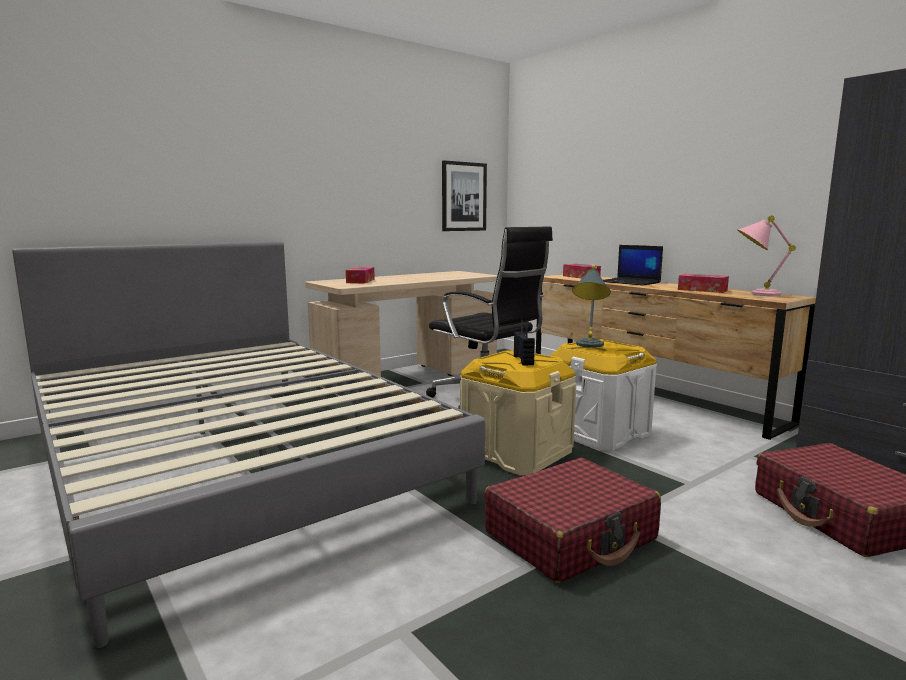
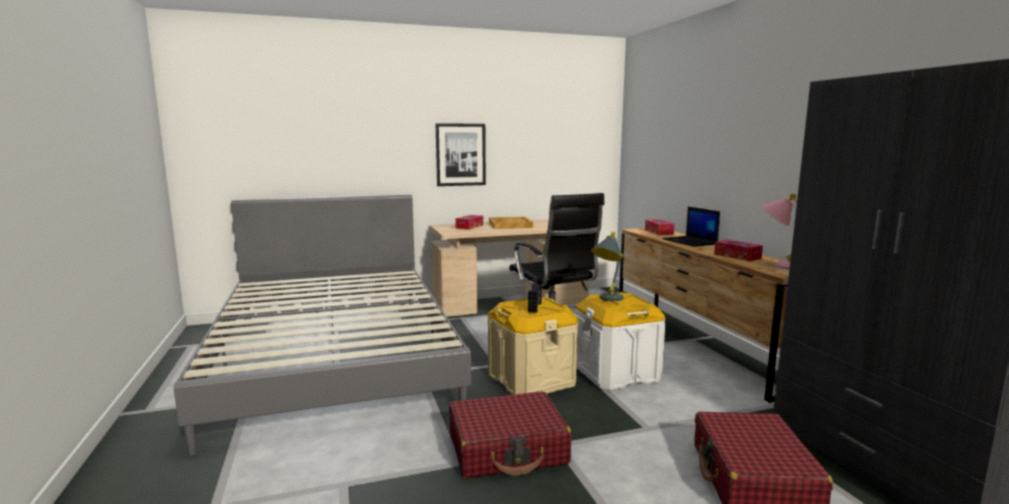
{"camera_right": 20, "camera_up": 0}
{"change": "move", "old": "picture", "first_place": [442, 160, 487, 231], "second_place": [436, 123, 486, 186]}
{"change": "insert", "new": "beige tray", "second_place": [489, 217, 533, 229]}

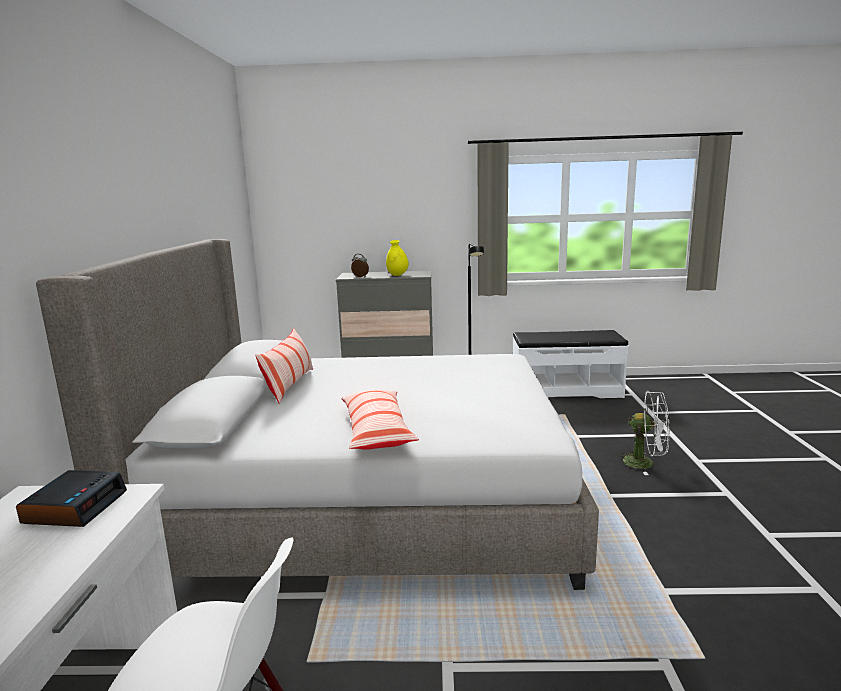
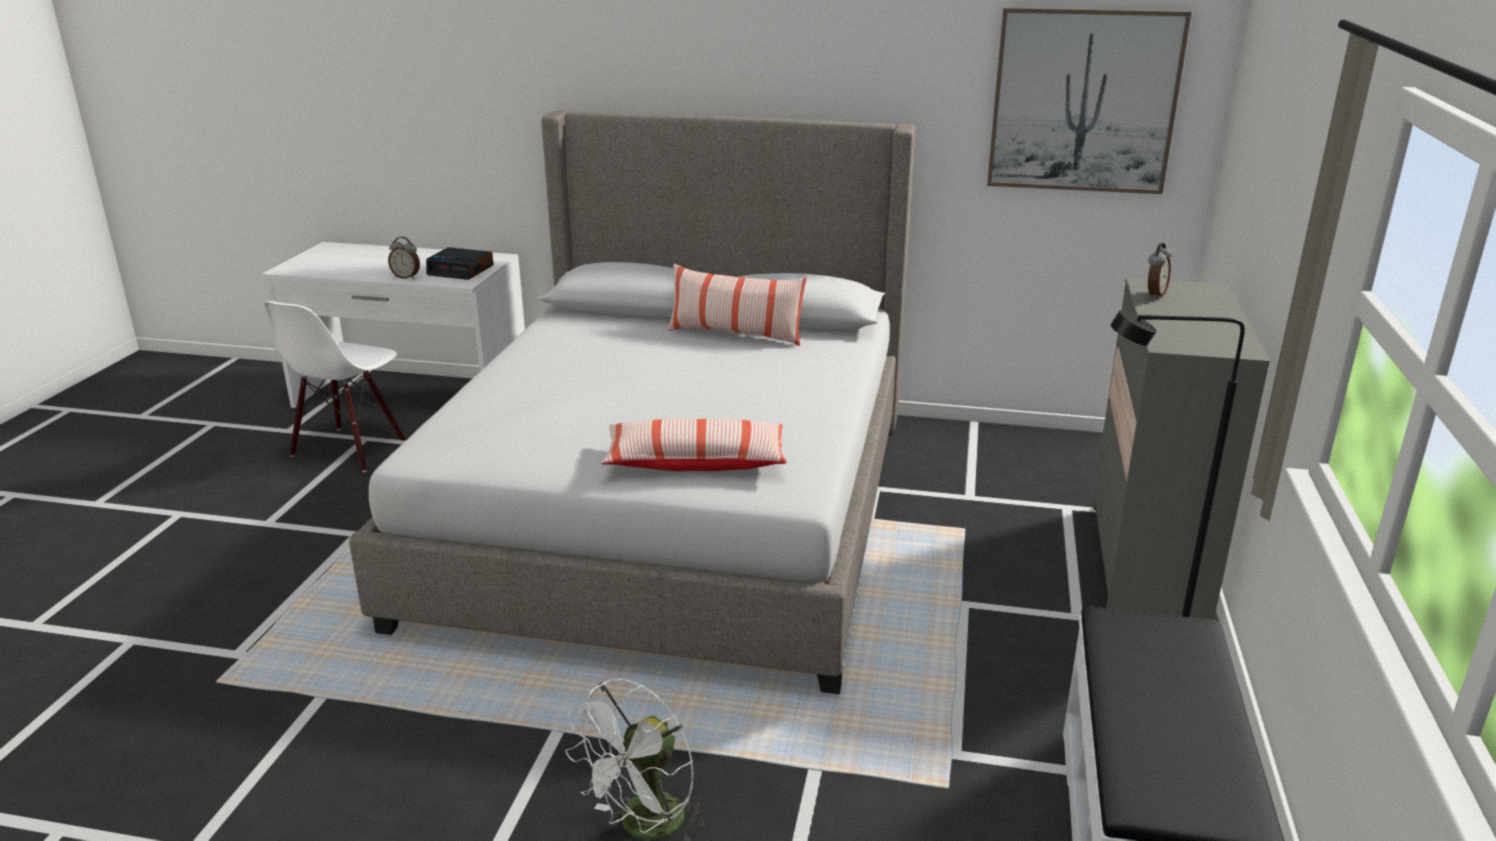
{"camera_right": 100, "camera_up": 10}
{"change": "delete", "old": "yellow vase", "first_place": [386, 240, 409, 276]}
{"change": "move", "old": "pillow", "first_place": [341, 390, 419, 450], "second_place": [601, 419, 787, 471]}
{"change": "insert", "new": "picture", "second_place": [987, 7, 1192, 194]}
{"change": "insert", "new": "alarm clock", "second_place": [388, 237, 420, 279]}

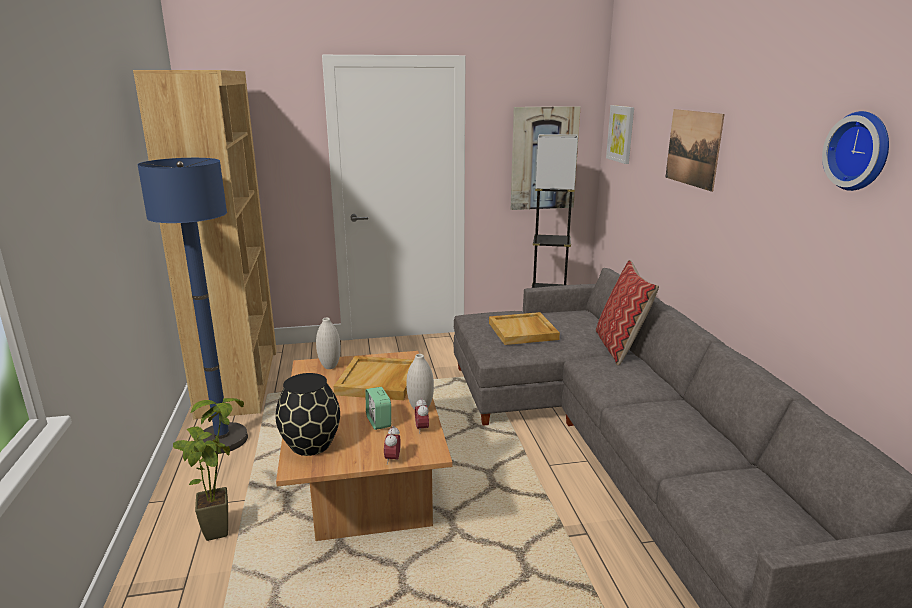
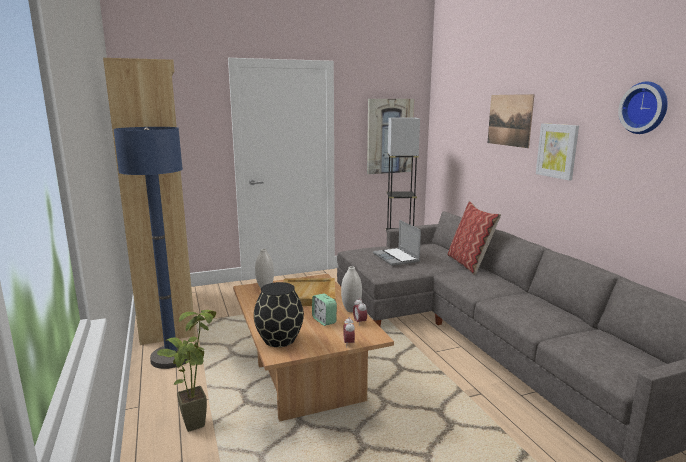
{"camera_right": -10, "camera_up": -5}
{"change": "move", "old": "picture", "first_place": [606, 105, 634, 164], "second_place": [536, 123, 579, 181]}
{"change": "replace", "old": "beige tray", "new": "laptop", "first_place": [489, 312, 560, 345], "second_place": [373, 220, 421, 266]}

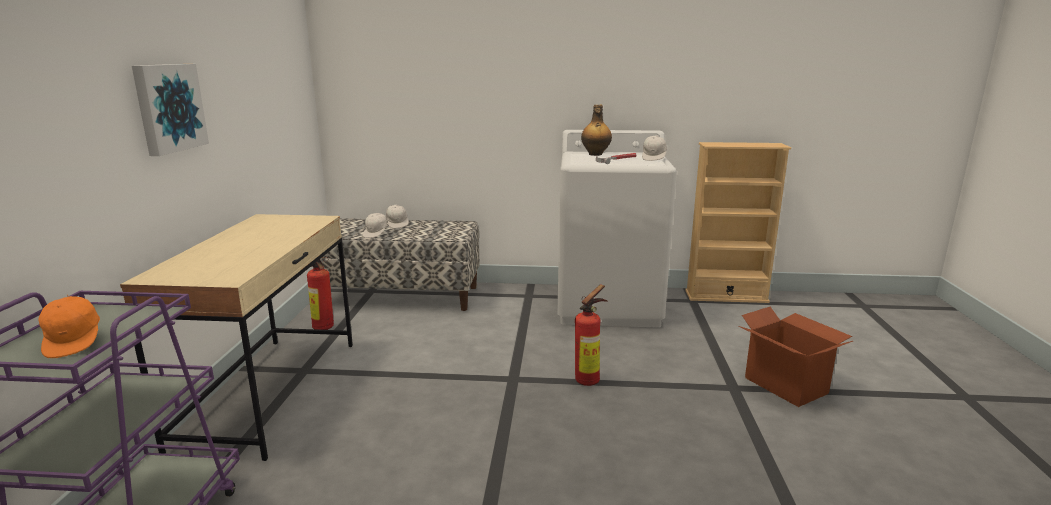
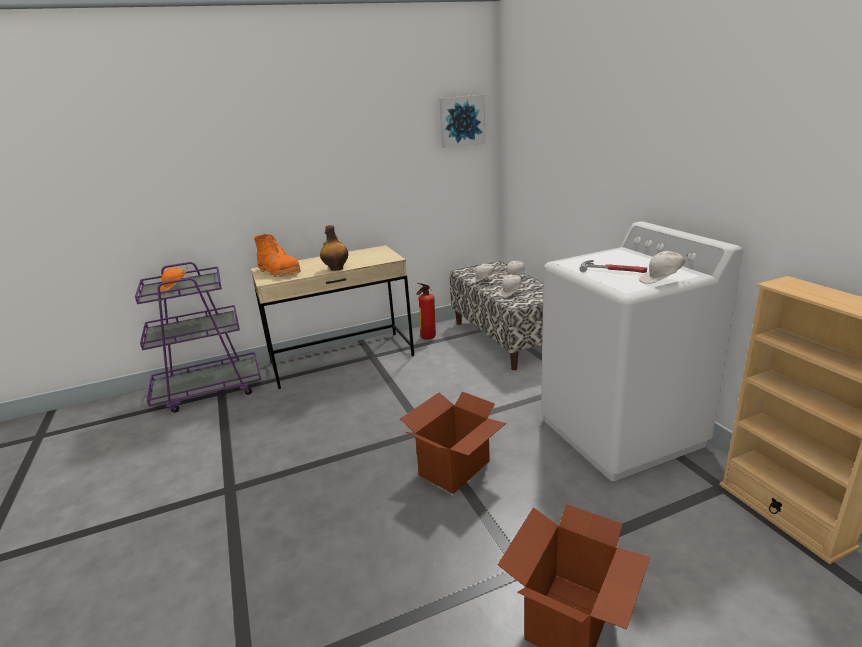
{"camera_right": 65, "camera_up": 5}
{"change": "move", "old": "picture", "first_place": [132, 64, 209, 156], "second_place": [439, 95, 485, 148]}
{"change": "move", "old": "bottle", "first_place": [581, 105, 612, 156], "second_place": [320, 225, 348, 271]}
{"change": "replace", "old": "fire extinguisher", "new": "cardboard box", "first_place": [575, 284, 608, 386], "second_place": [400, 392, 506, 494]}
{"change": "insert", "new": "orange boot", "second_place": [254, 234, 301, 277]}
{"change": "insert", "new": "white cap", "second_place": [498, 275, 522, 297]}

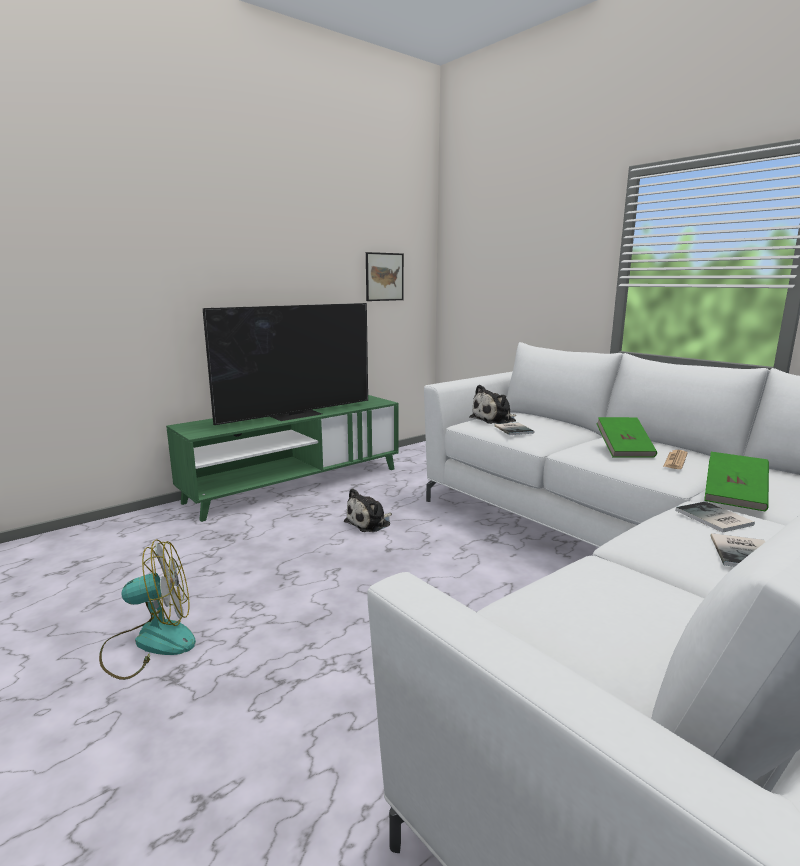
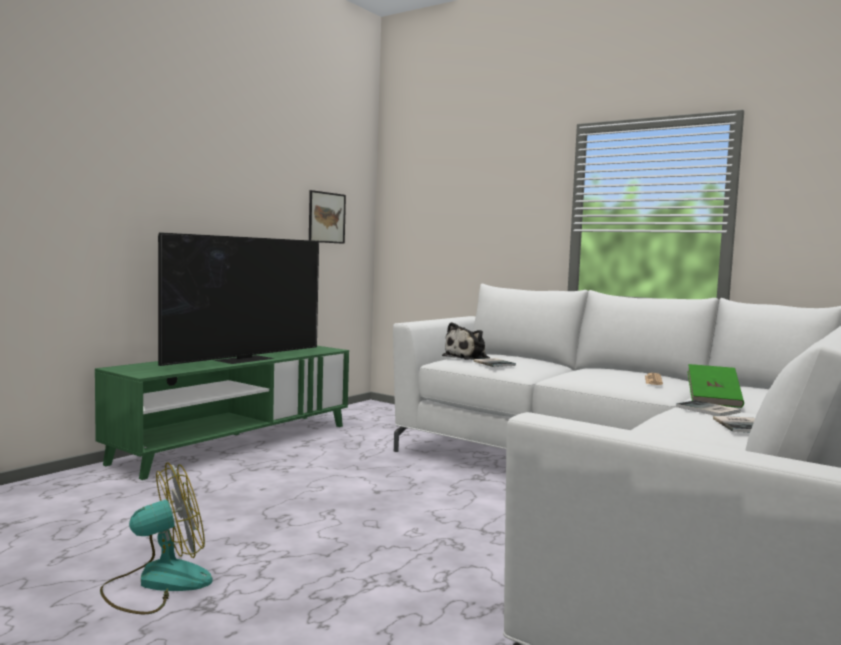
{"camera_right": -15, "camera_up": -10}
{"change": "delete", "old": "green book", "first_place": [596, 417, 657, 458]}
{"change": "delete", "old": "plush toy", "first_place": [344, 488, 392, 532]}

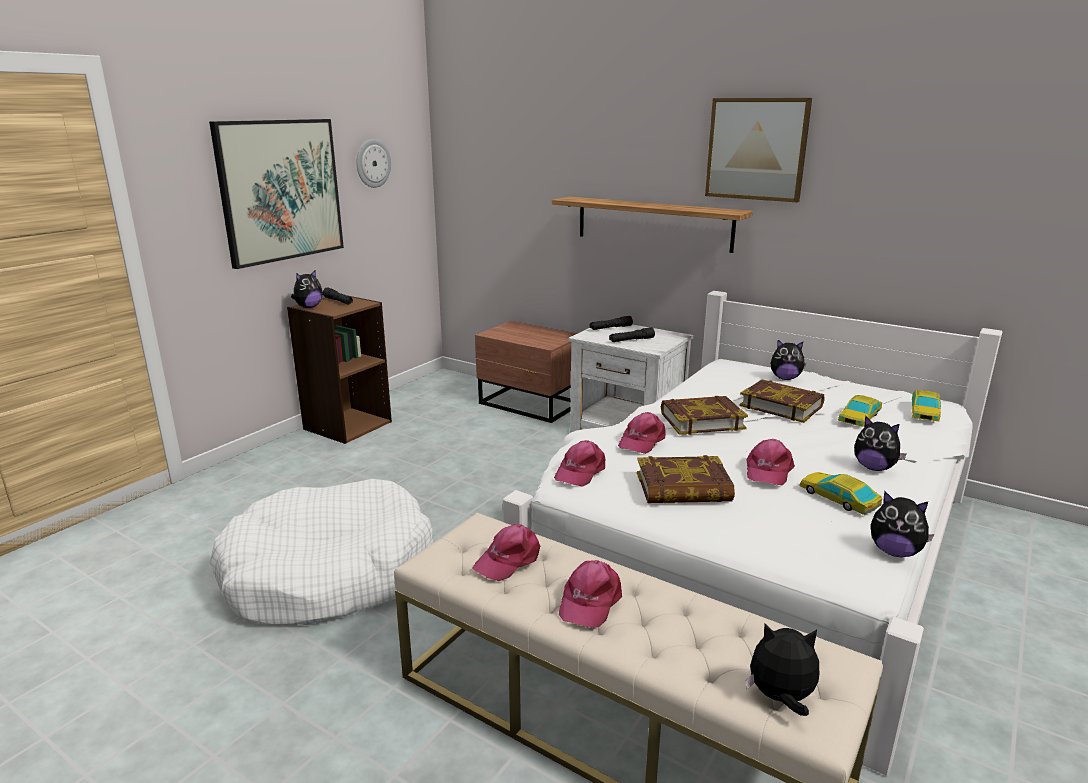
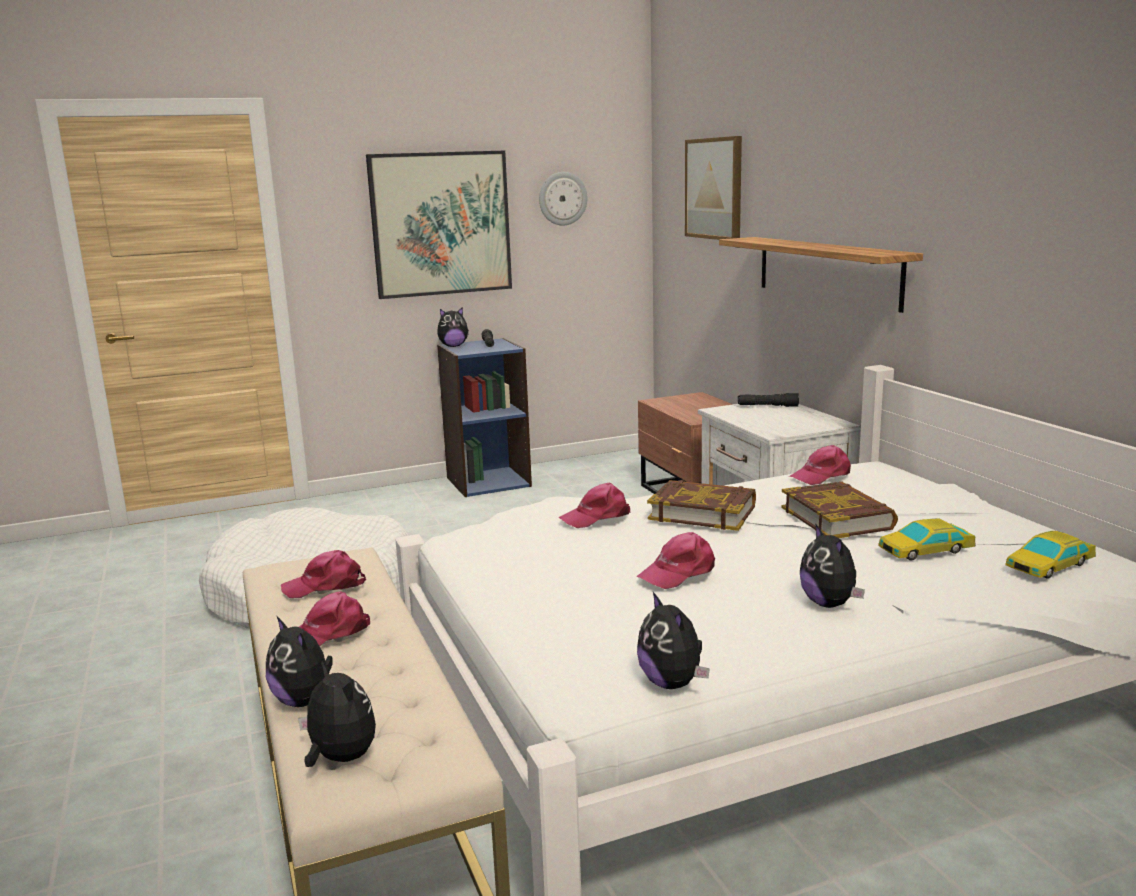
{"camera_right": 35, "camera_up": -5}
{"change": "move", "old": "picture", "first_place": [705, 98, 812, 202], "second_place": [685, 136, 742, 240]}
{"change": "recolor", "old": "brown bookcase", "new": "blue bookcase", "first_place": [287, 295, 392, 444], "second_place": [437, 338, 532, 497]}
{"change": "delete", "old": "black flashlight", "first_place": [609, 327, 655, 342]}
{"change": "move", "old": "plush toy", "first_place": [771, 340, 806, 380], "second_place": [266, 617, 333, 707]}
{"change": "move", "old": "pink cap", "first_place": [554, 440, 605, 487], "second_place": [789, 445, 851, 485]}
{"change": "delete", "old": "book", "first_place": [637, 455, 735, 503]}
{"change": "delete", "old": "toy car", "first_place": [799, 472, 882, 515]}

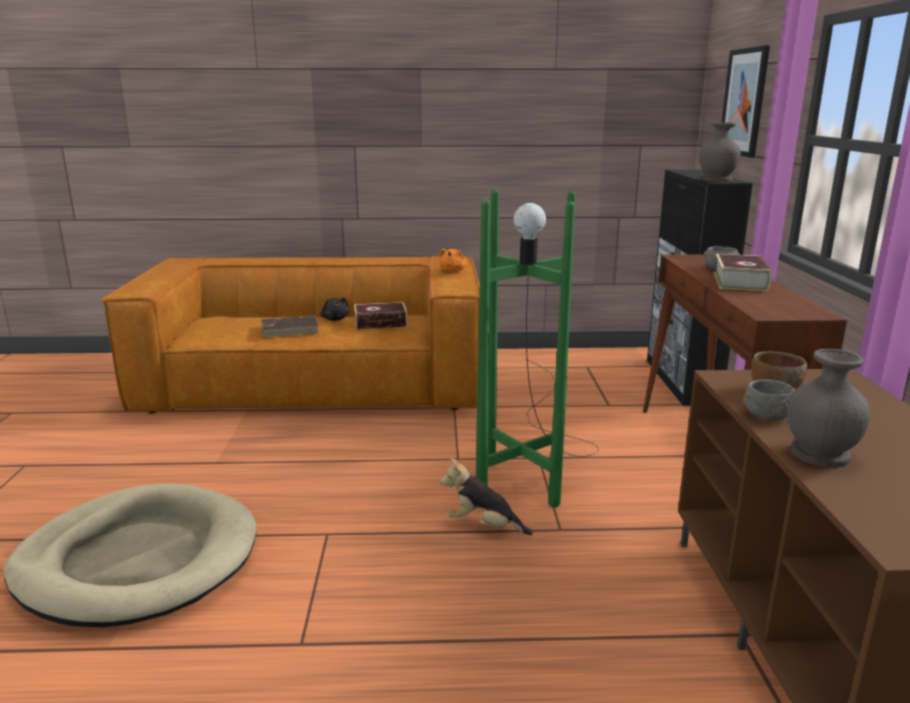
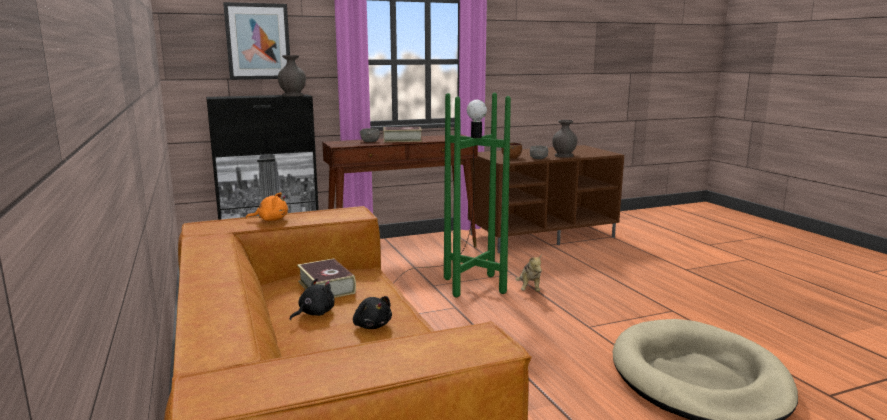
{"camera_right": -110, "camera_up": -5}
{"change": "replace", "old": "brown book", "new": "black plush toy", "first_place": [261, 315, 319, 338], "second_place": [353, 296, 392, 329]}

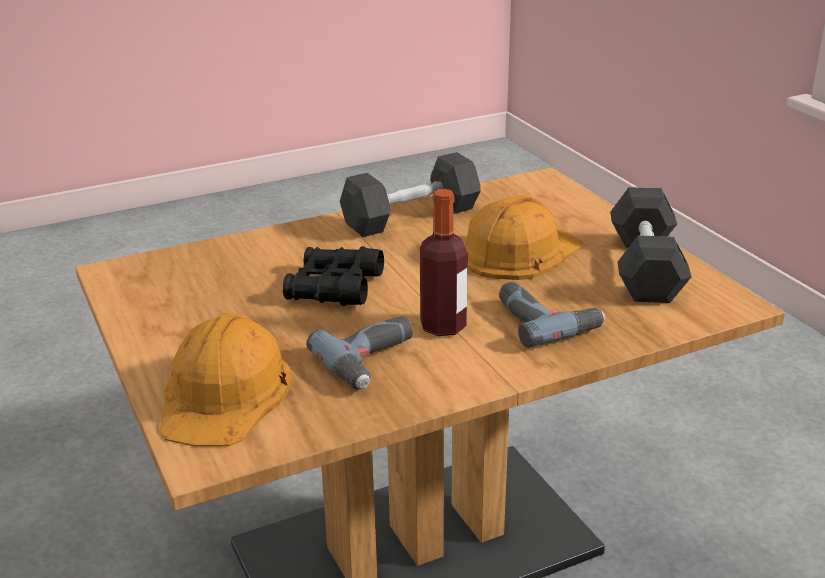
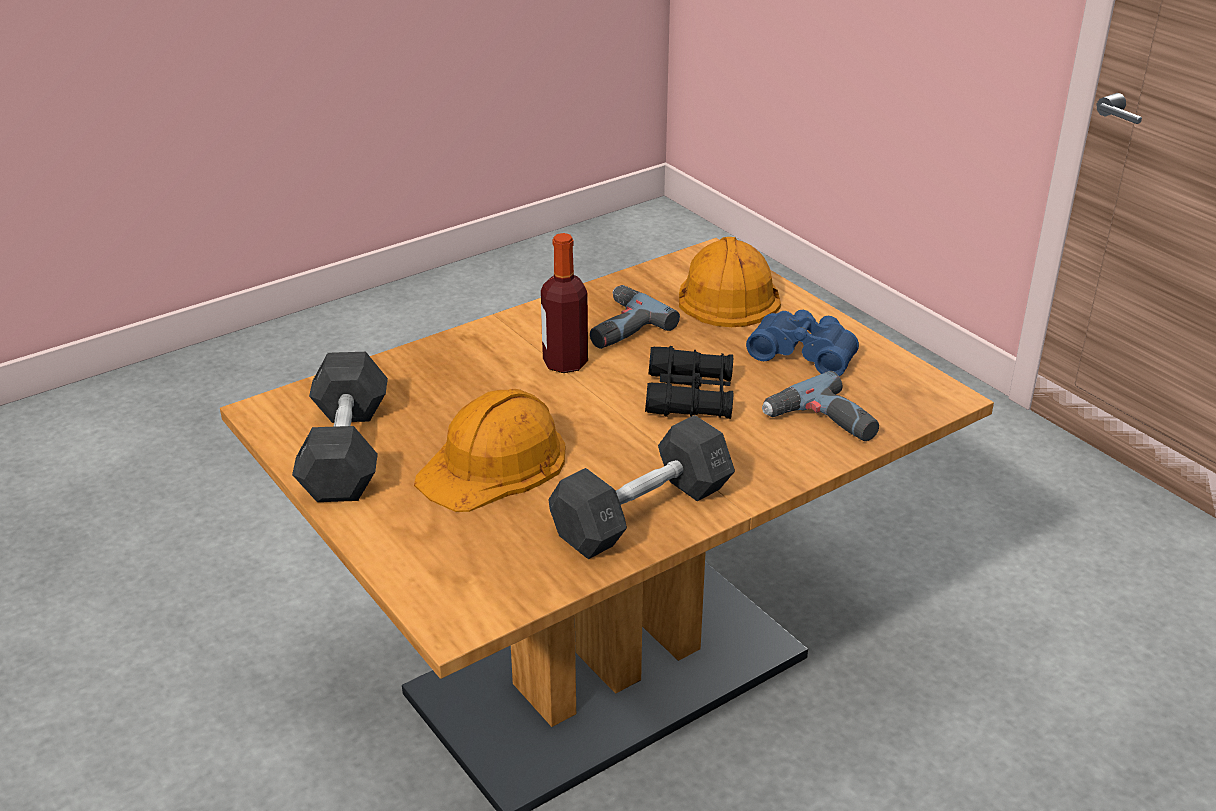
{"camera_right": 170, "camera_up": 5}
{"change": "move", "old": "power drill", "first_place": [499, 282, 606, 348], "second_place": [762, 371, 879, 441]}
{"change": "insert", "new": "blue binoculars", "second_place": [746, 310, 859, 377]}

